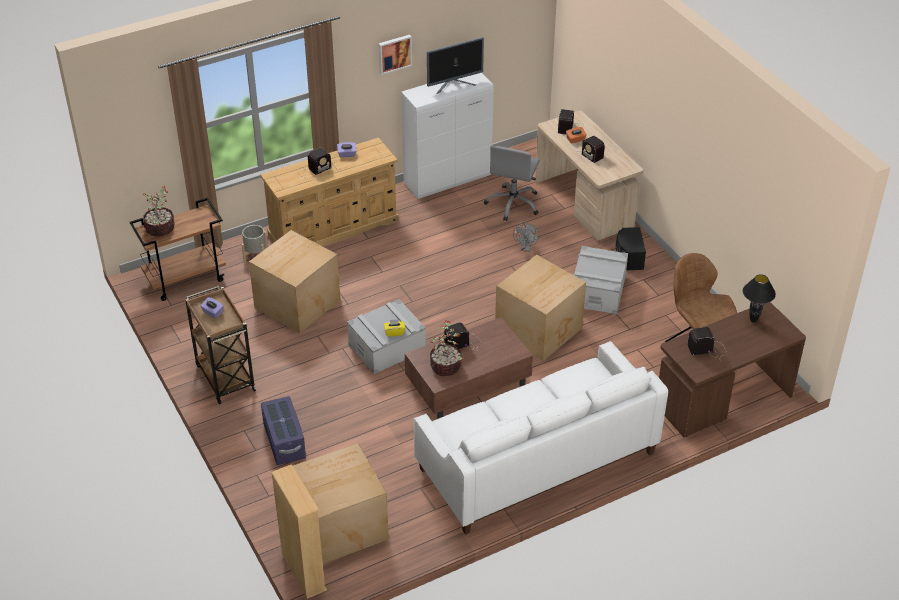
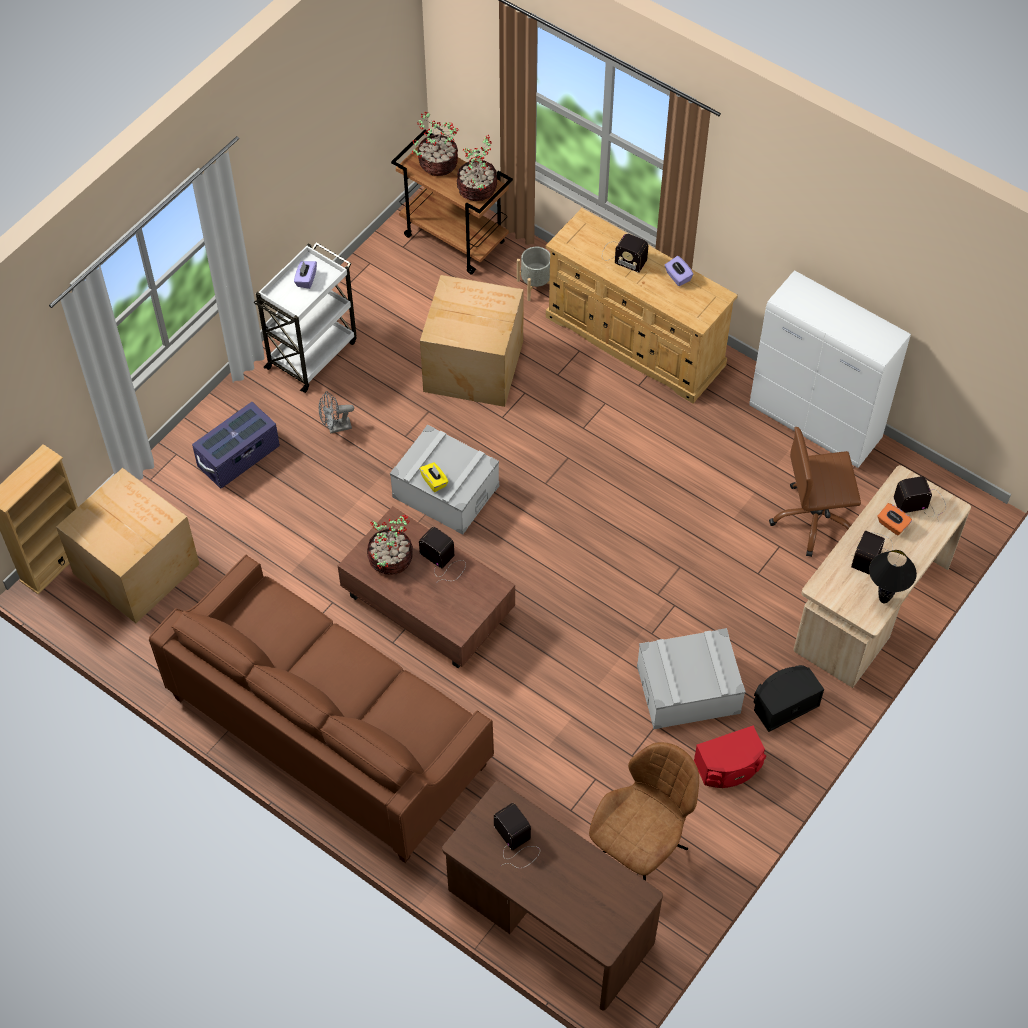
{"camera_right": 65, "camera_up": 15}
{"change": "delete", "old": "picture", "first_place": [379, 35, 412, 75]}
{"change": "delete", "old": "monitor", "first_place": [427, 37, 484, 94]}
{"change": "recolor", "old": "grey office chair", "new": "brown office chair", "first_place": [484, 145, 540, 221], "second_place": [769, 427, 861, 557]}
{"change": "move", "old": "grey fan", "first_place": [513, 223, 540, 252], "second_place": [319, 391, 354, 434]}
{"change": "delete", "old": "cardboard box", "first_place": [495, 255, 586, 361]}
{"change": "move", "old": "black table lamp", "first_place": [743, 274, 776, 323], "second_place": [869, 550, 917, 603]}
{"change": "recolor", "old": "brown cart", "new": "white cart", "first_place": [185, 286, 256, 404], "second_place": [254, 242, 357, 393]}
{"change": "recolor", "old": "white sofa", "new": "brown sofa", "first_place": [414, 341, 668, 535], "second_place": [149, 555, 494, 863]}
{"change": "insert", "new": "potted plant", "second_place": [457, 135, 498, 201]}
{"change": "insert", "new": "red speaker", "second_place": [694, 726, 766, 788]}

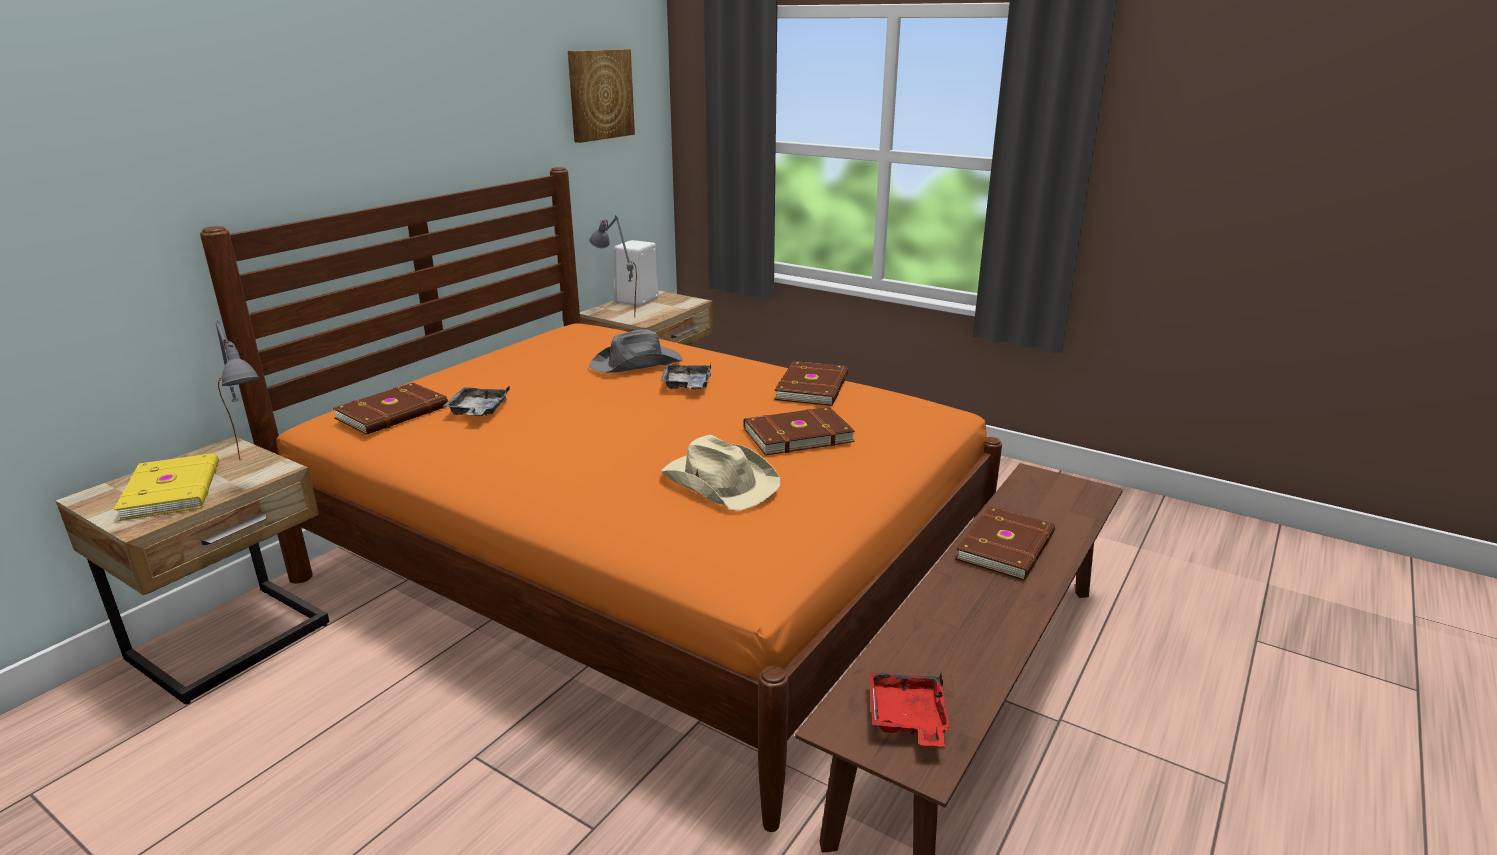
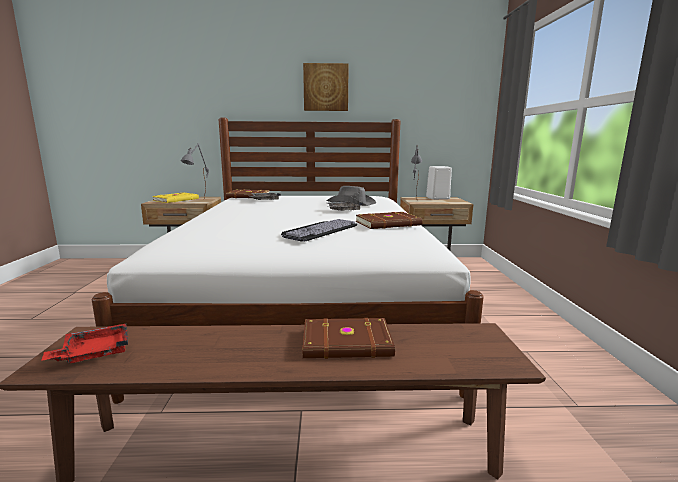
{"camera_right": 55, "camera_up": -10}
{"change": "move", "old": "picture", "first_place": [568, 49, 635, 143], "second_place": [303, 63, 349, 111]}
{"change": "recolor", "old": "orange bed", "new": "white bed", "first_place": [200, 167, 1002, 832], "second_place": [92, 118, 484, 404]}
{"change": "replace", "old": "brown book", "new": "keyboard", "first_place": [743, 407, 855, 456], "second_place": [281, 219, 357, 242]}
{"change": "delete", "old": "beige hat", "first_place": [661, 435, 780, 511]}

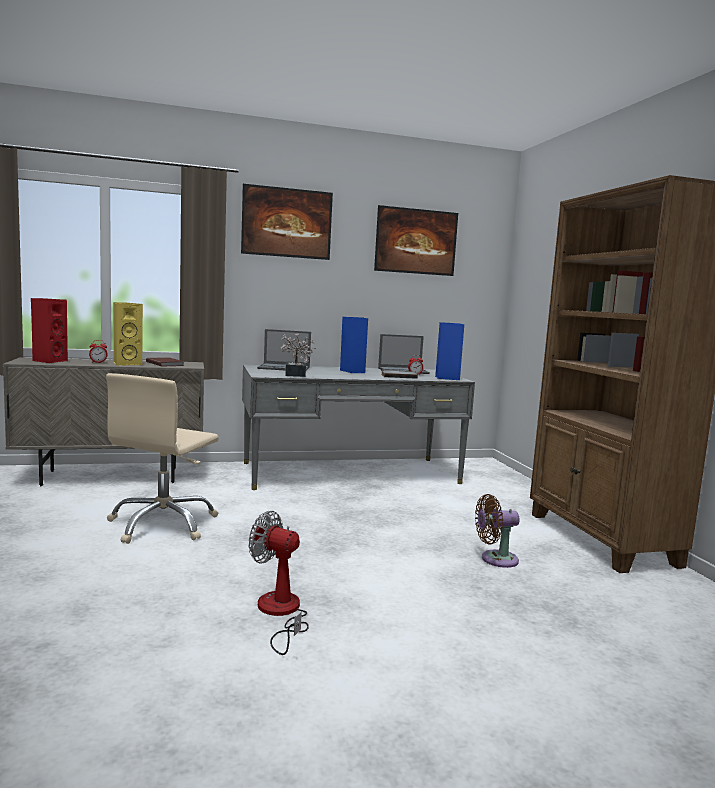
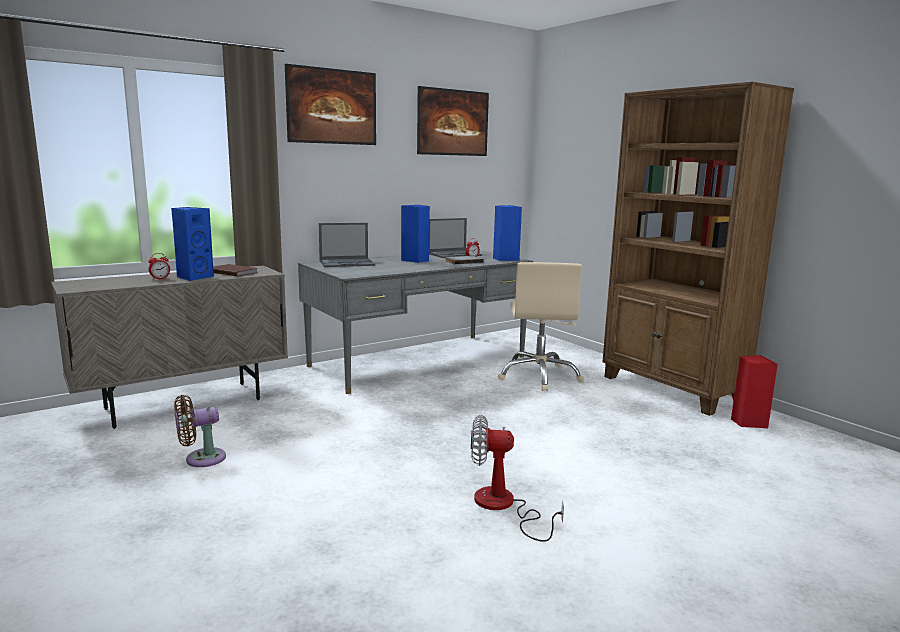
{"camera_right": -20, "camera_up": 5}
{"change": "move", "old": "red speaker", "first_place": [31, 298, 68, 363], "second_place": [731, 355, 778, 428]}
{"change": "recolor", "old": "yellow speaker", "new": "blue speaker", "first_place": [113, 302, 143, 366], "second_place": [171, 207, 214, 281]}
{"change": "delete", "old": "potted plant", "first_place": [280, 333, 316, 377]}
{"change": "move", "old": "beige office chair", "first_place": [106, 373, 219, 544], "second_place": [498, 262, 584, 391]}
{"change": "move", "old": "brown fan", "first_place": [475, 494, 519, 568], "second_place": [174, 395, 226, 467]}

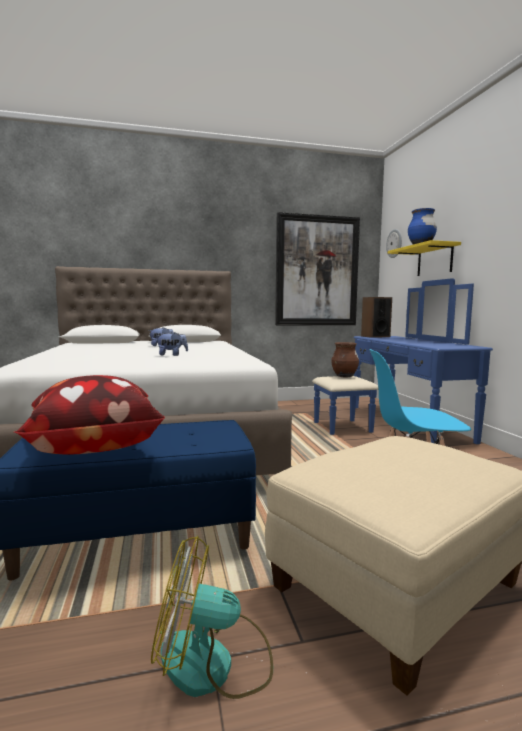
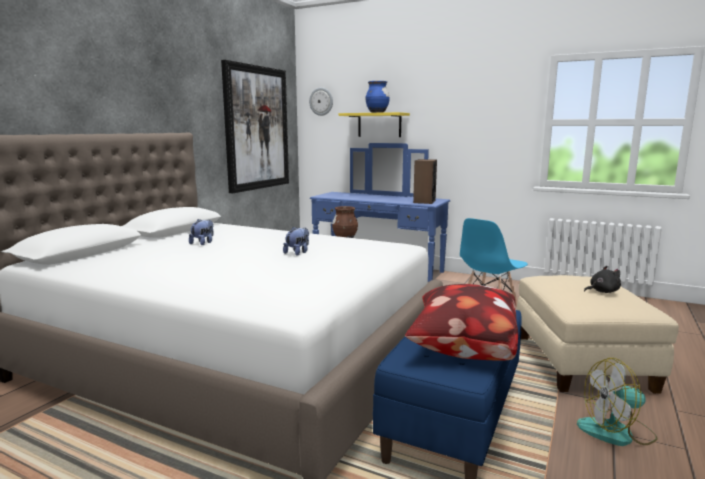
{"camera_right": -50, "camera_up": 5}
{"change": "move", "old": "speaker", "first_place": [361, 297, 392, 338], "second_place": [413, 159, 437, 204]}
{"change": "rotate", "old": "fan", "first_place": [151, 536, 273, 699], "second_place": [577, 358, 657, 446], "degrees": 45}
{"change": "insert", "new": "black plush toy", "second_place": [584, 266, 621, 293]}

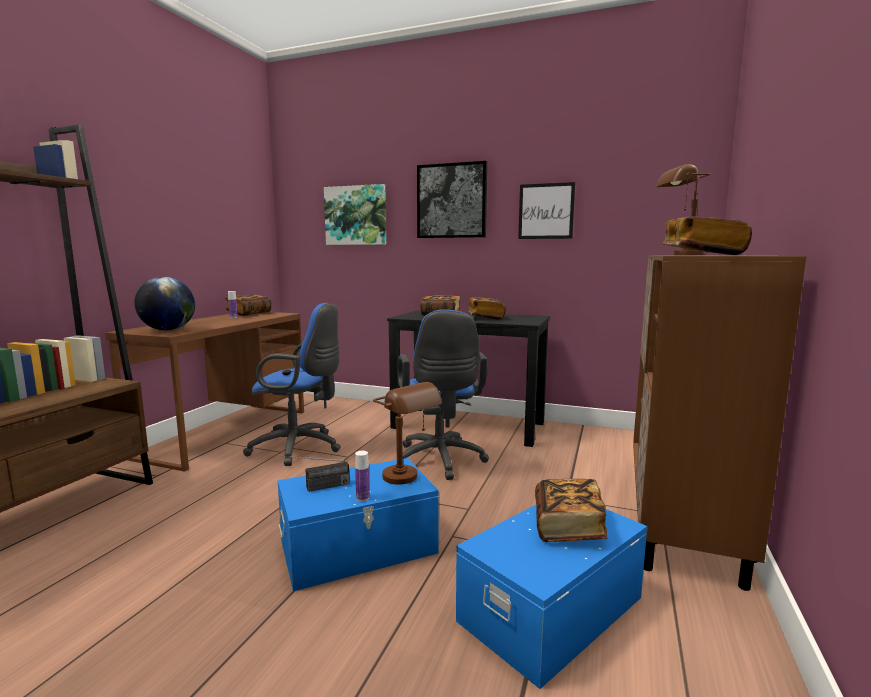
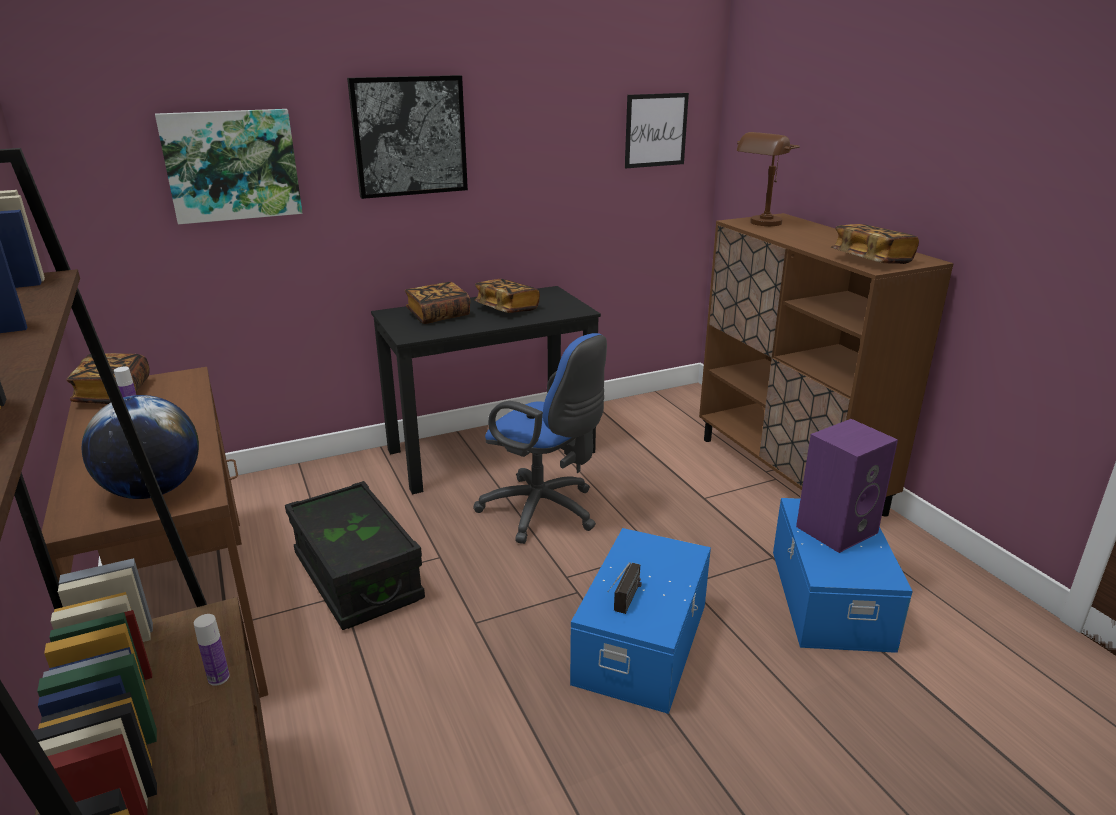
{"camera_right": -45, "camera_up": 15}
{"change": "move", "old": "picture", "first_place": [518, 182, 575, 239], "second_place": [625, 93, 689, 168]}
{"change": "replace", "old": "blue office chair", "new": "black storage box", "first_place": [243, 303, 341, 466], "second_place": [285, 481, 425, 630]}
{"change": "delete", "old": "brown table lamp", "first_place": [373, 382, 442, 485]}
{"change": "move", "old": "bottle", "first_place": [355, 451, 370, 501], "second_place": [194, 614, 230, 686]}
{"change": "replace", "old": "book", "new": "purple speaker", "first_place": [535, 479, 608, 542], "second_place": [796, 419, 898, 553]}

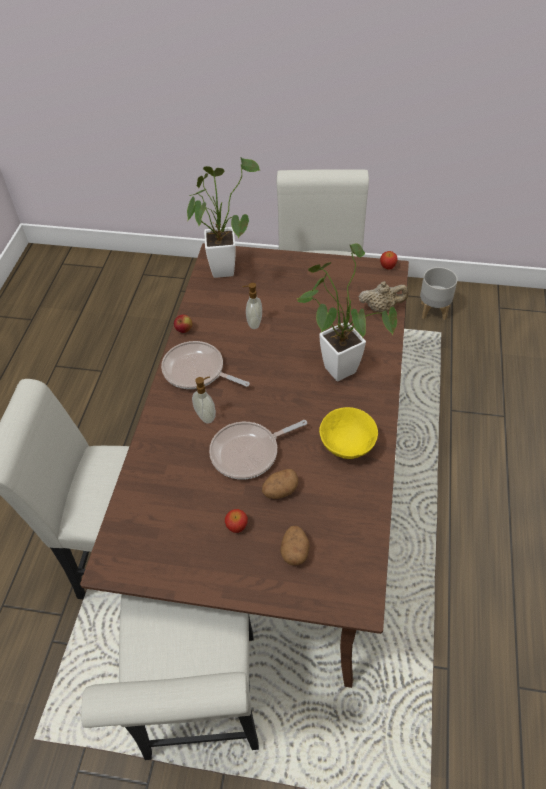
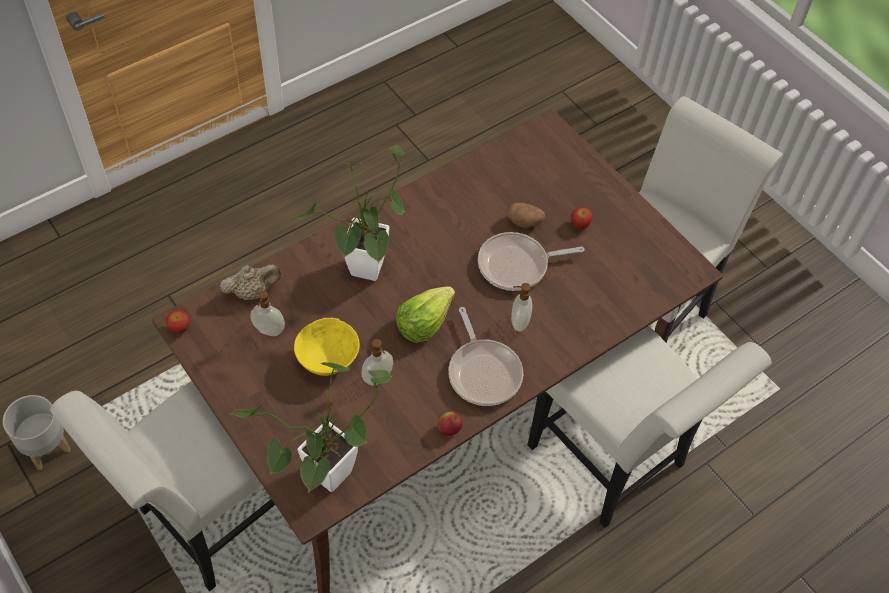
{"camera_right": -140, "camera_up": 5}
{"change": "rotate", "old": "beige teapot", "first_place": [359, 281, 408, 312], "second_place": [220, 264, 281, 300], "degrees": 120}
{"change": "move", "old": "yellow bowl", "first_place": [319, 407, 378, 459], "second_place": [294, 318, 360, 376]}
{"change": "rotate", "old": "frying pan", "first_place": [209, 420, 307, 480], "second_place": [478, 232, 584, 291], "degrees": 150}
{"change": "delete", "old": "potato", "first_place": [280, 526, 310, 566]}
{"change": "insert", "new": "lettuce", "second_place": [396, 286, 455, 343]}
{"change": "insert", "new": "soap dispenser", "second_place": [251, 290, 285, 336]}

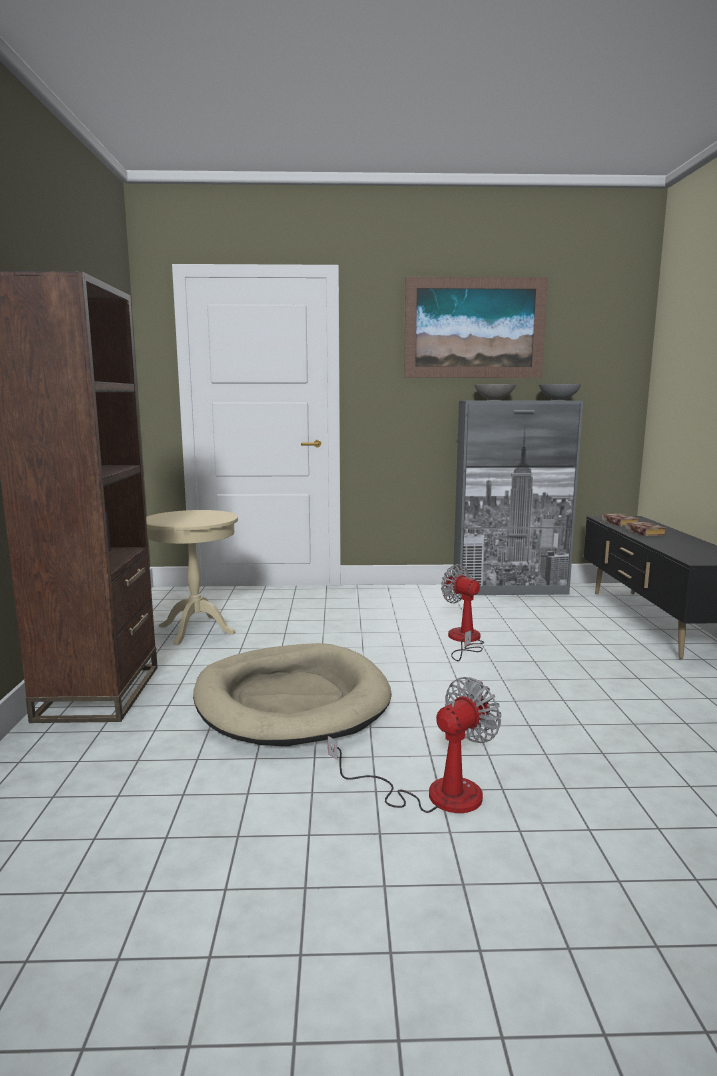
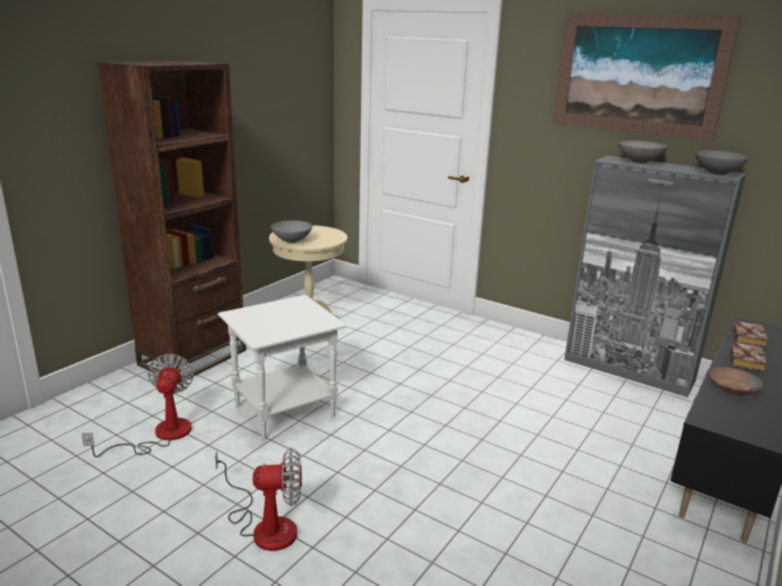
{"camera_right": 35, "camera_up": 10}
{"change": "move", "old": "fan", "first_place": [441, 564, 484, 661], "second_place": [82, 354, 194, 457]}
{"change": "replace", "old": "beige dog bed", "new": "white side table", "first_place": [193, 643, 392, 746], "second_place": [218, 295, 347, 440]}
{"change": "insert", "new": "grey bowl", "second_place": [271, 220, 312, 243]}
{"change": "insert", "new": "brown bowl", "second_place": [710, 367, 762, 395]}

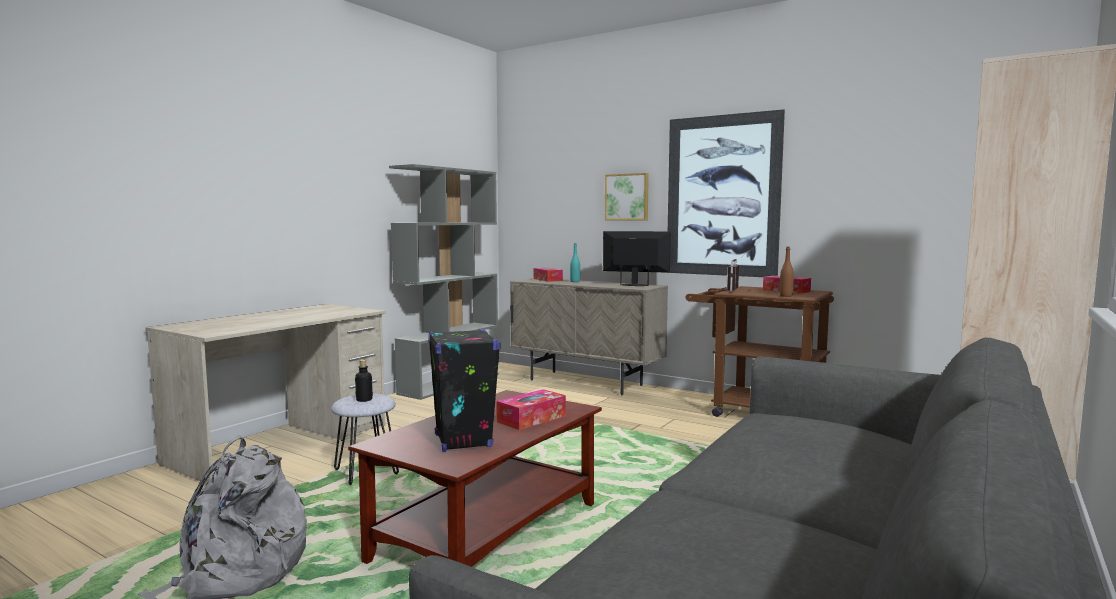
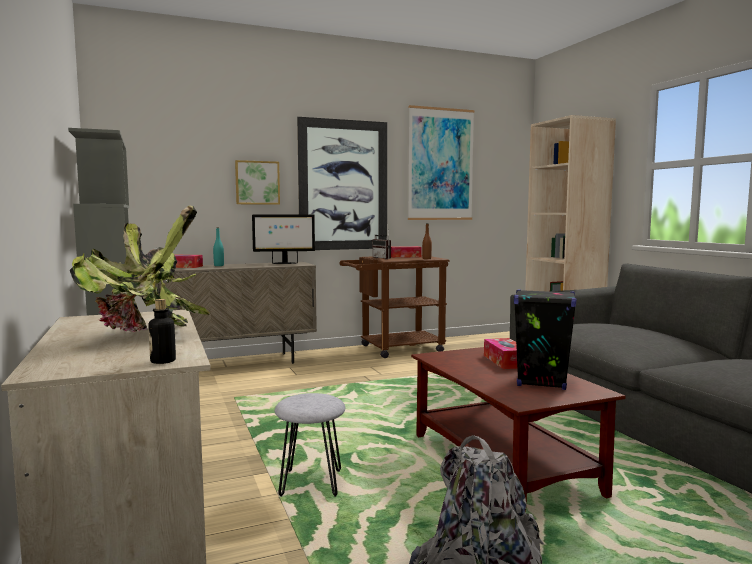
{"camera_right": -55, "camera_up": 0}
{"change": "rotate", "old": "monitor", "first_place": [603, 231, 671, 286], "second_place": [252, 214, 315, 264], "degrees": -150}
{"change": "move", "old": "bottle", "first_place": [355, 360, 373, 402], "second_place": [148, 299, 176, 364]}
{"change": "insert", "new": "picture", "second_place": [408, 105, 475, 220]}
{"change": "insert", "new": "potted plant", "second_place": [70, 205, 210, 332]}

